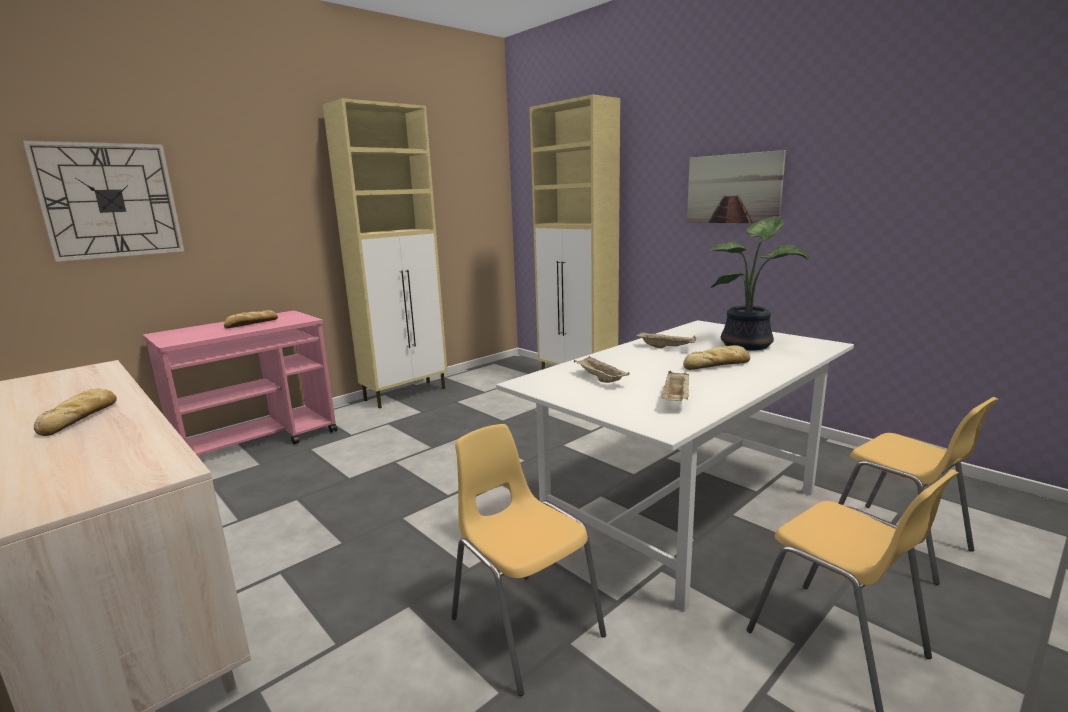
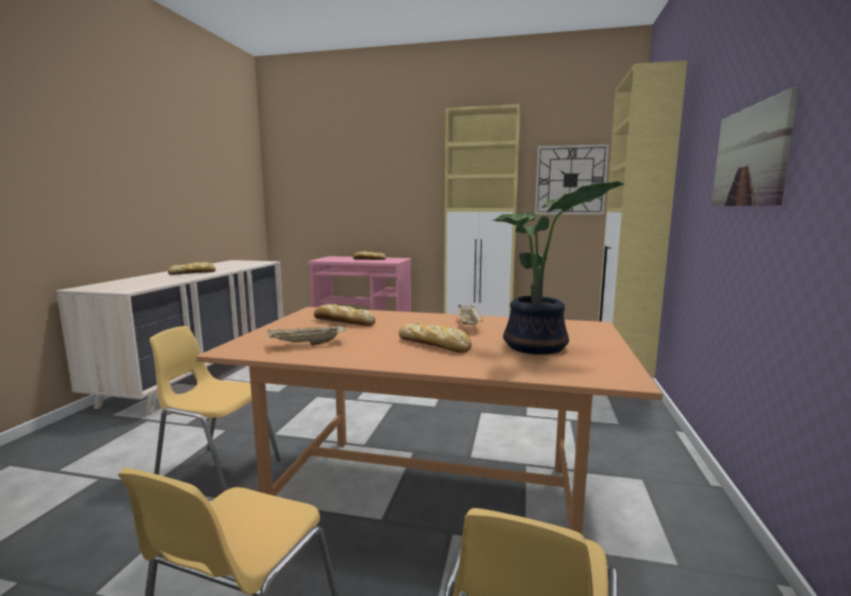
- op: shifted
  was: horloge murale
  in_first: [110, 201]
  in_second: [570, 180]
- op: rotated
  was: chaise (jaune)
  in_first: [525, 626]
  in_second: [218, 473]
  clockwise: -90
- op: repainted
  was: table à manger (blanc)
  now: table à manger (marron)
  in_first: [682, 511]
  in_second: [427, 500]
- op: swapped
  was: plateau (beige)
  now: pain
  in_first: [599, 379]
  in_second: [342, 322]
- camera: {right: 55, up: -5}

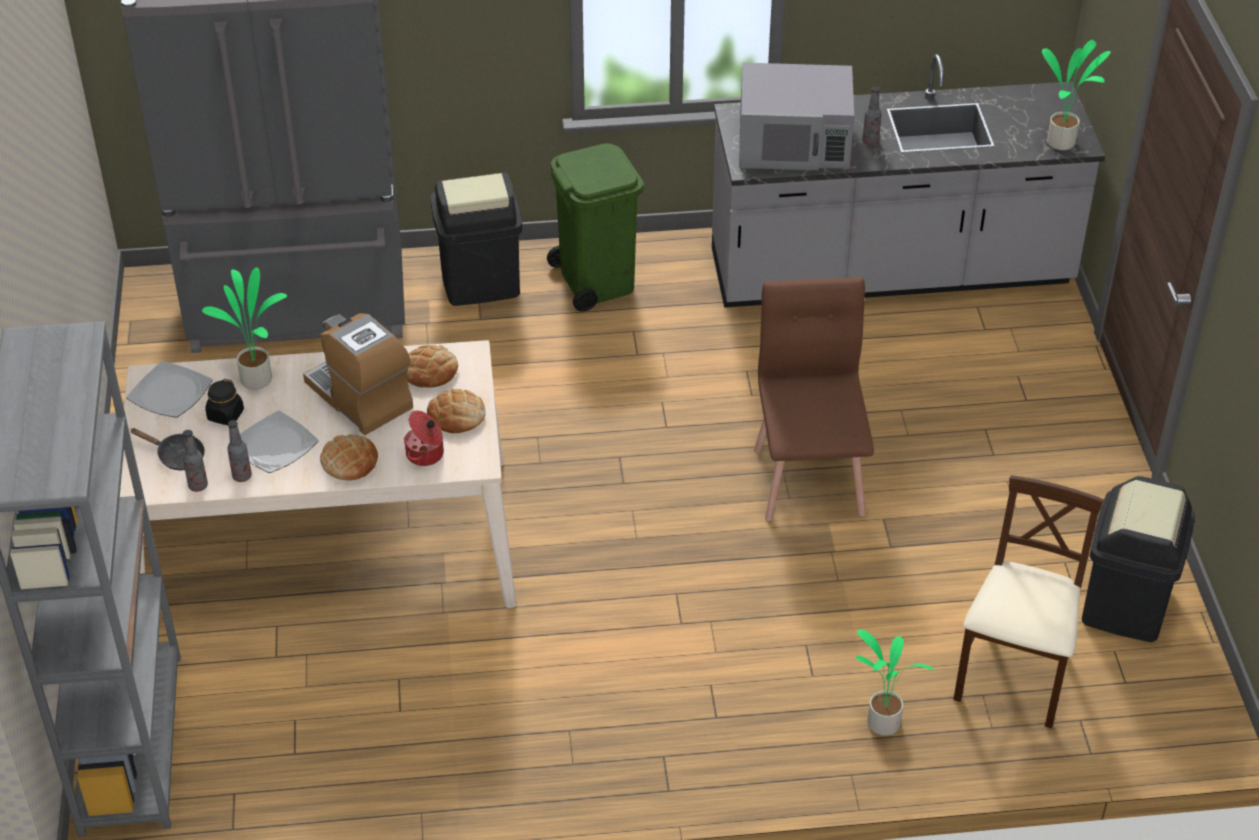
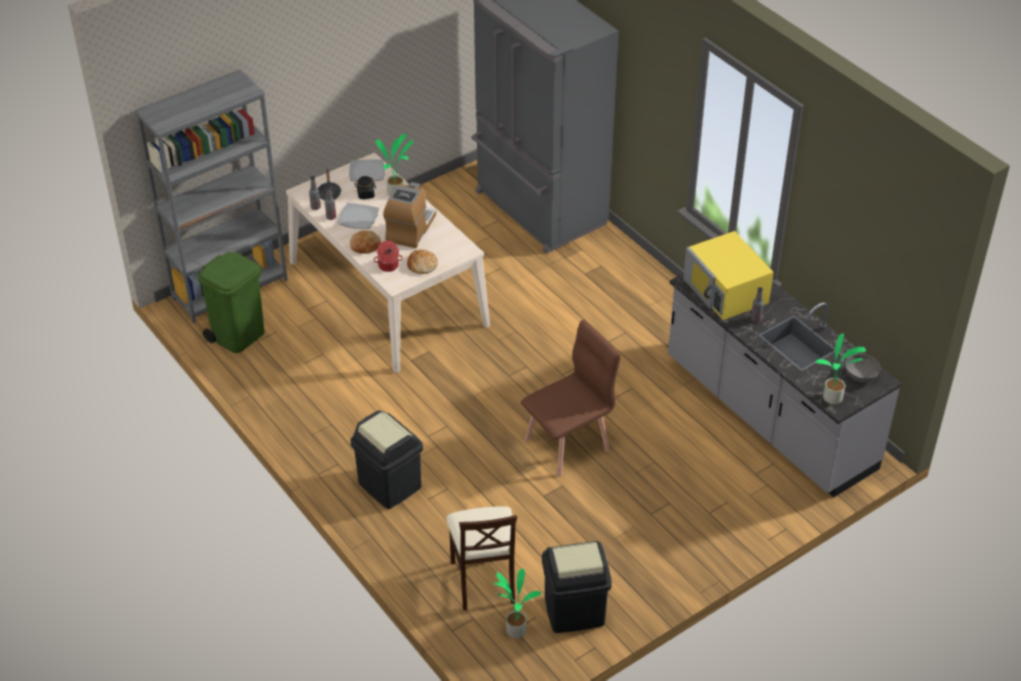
- op: gone
  was: pain
  in_first: [430, 371]
- op: shifted
  was: poubelle (noir)
  in_first: [480, 282]
  in_second: [389, 486]
- op: shifted
  was: poubelle (vert)
  in_first: [596, 280]
  in_second: [239, 335]
- op: repainted
  was: micro-ondes (gris)
  now: micro-ondes (jaune)
  in_first: [795, 142]
  in_second: [726, 291]
- op: shifted
  was: plante en pot
  in_first: [881, 723]
  in_second: [515, 629]
- op: rotated
  was: chaise (beige)
  in_first: [1014, 678]
  in_second: [484, 580]
  clockwise: 90
- op: new
  now: bol (gris)
  in_second: [860, 375]
- camera: {right: 60, up: 0}

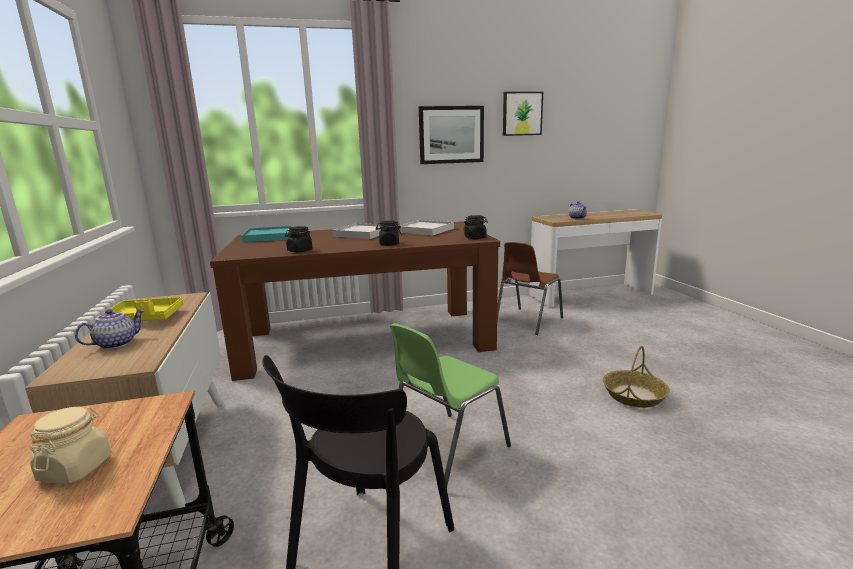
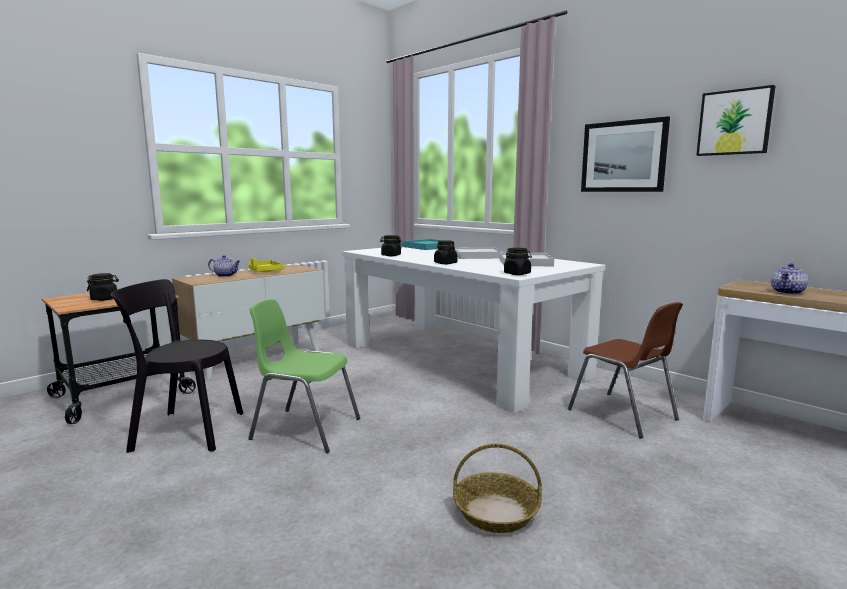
- op: repainted
  was: bocal (beige)
  now: bocal (noir)
  in_first: [76, 468]
  in_second: [104, 299]
- op: repainted
  was: table à manger (marron)
  now: table à manger (blanc)
  in_first: [366, 339]
  in_second: [459, 359]
- op: rotated
  was: chaise (marron)
  in_first: [527, 321]
  in_second: [623, 415]
  clockwise: -135
- camera: {right: 60, up: -5}

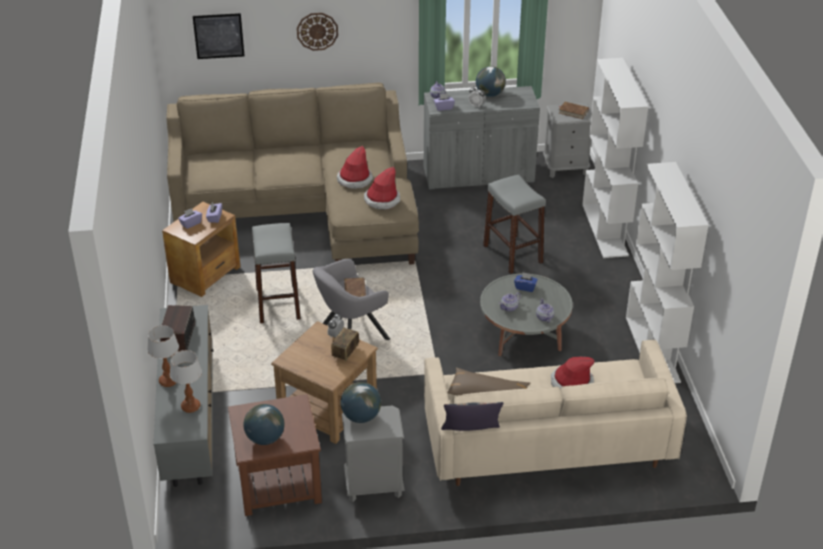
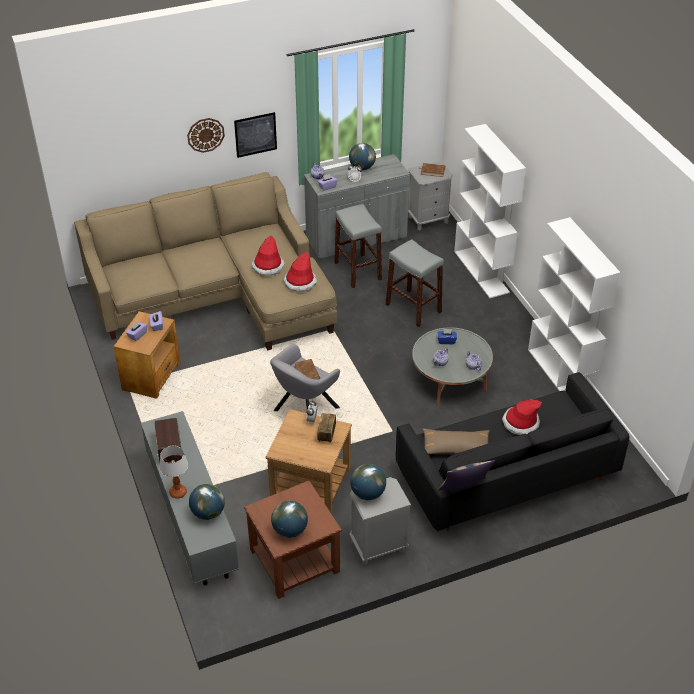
- op: swapped
  was: lampe de table
  now: globe
  in_first: [190, 407]
  in_second: [208, 513]
- op: shifted
  was: tableau
  in_first: [218, 36]
  in_second: [255, 134]
- op: shifted
  was: tabouret (gris)
  in_first: [278, 304]
  in_second: [358, 271]
- op: repainted
  was: canapé (beige)
  now: canapé (noir)
  in_first: [547, 441]
  in_second: [506, 475]
- camera: {right: -15, up: 5}

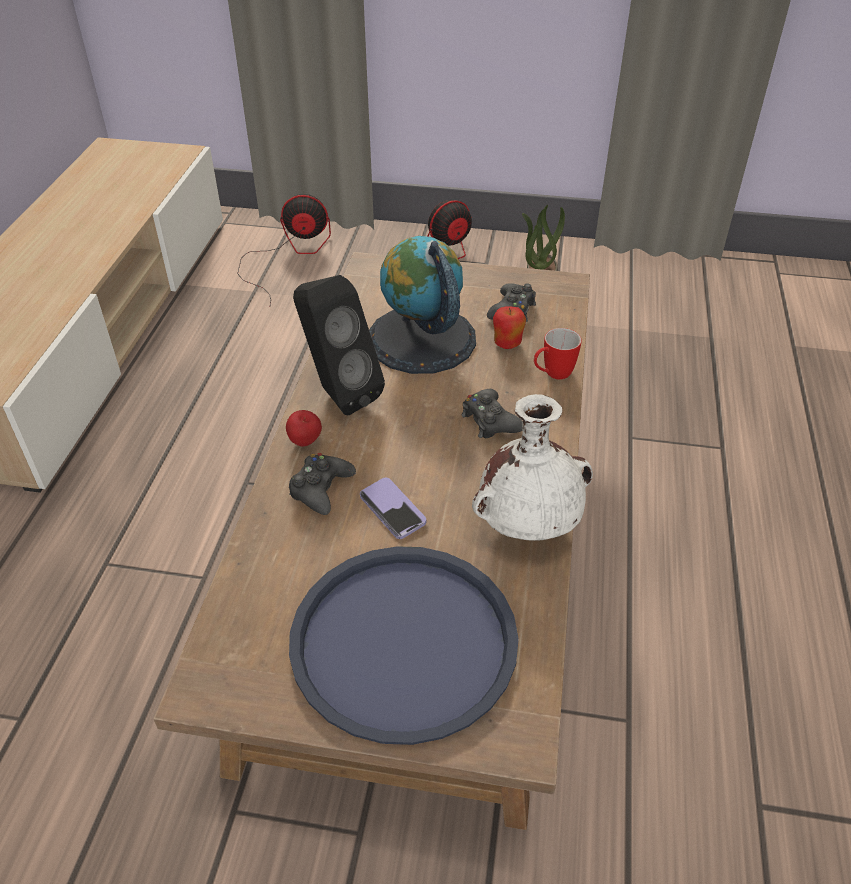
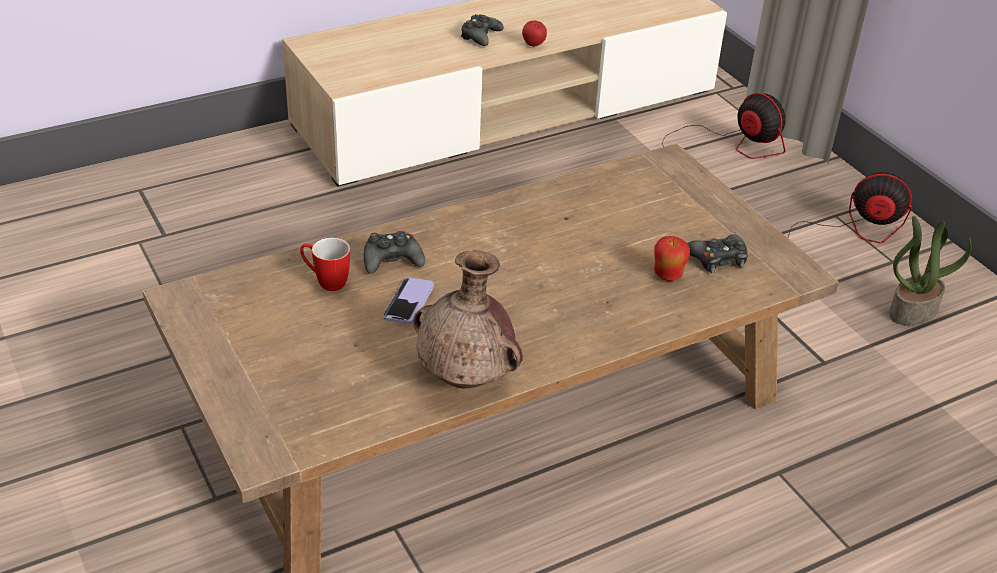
- op: shifted
  was: pomme
  in_first: [305, 442]
  in_second: [533, 45]
- op: gone
  was: plateau (bleu)
  in_first: [404, 641]
- op: gone
  was: enceinte (noir)
  in_first: [338, 394]
- op: gone
  was: globe
  in_first: [421, 339]
- op: shifted
  was: manette (noir)
  in_first: [490, 421]
  in_second: [480, 36]
- op: repainted
  was: vase (blanc)
  now: vase (marron)
  in_first: [529, 526]
  in_second: [466, 378]
- op: shifted
  was: mug
  in_first: [552, 374]
  in_second: [325, 281]
- camera: {right: 50, up: -5}

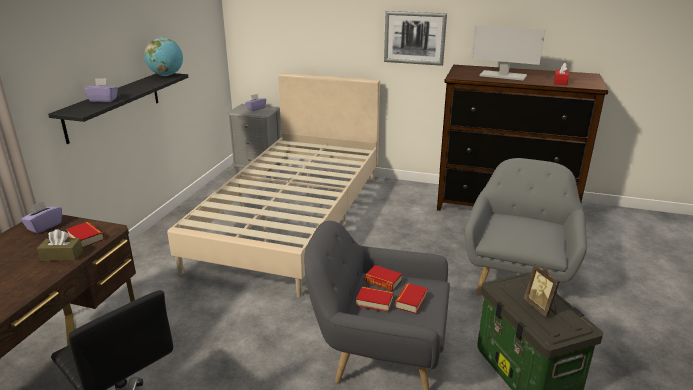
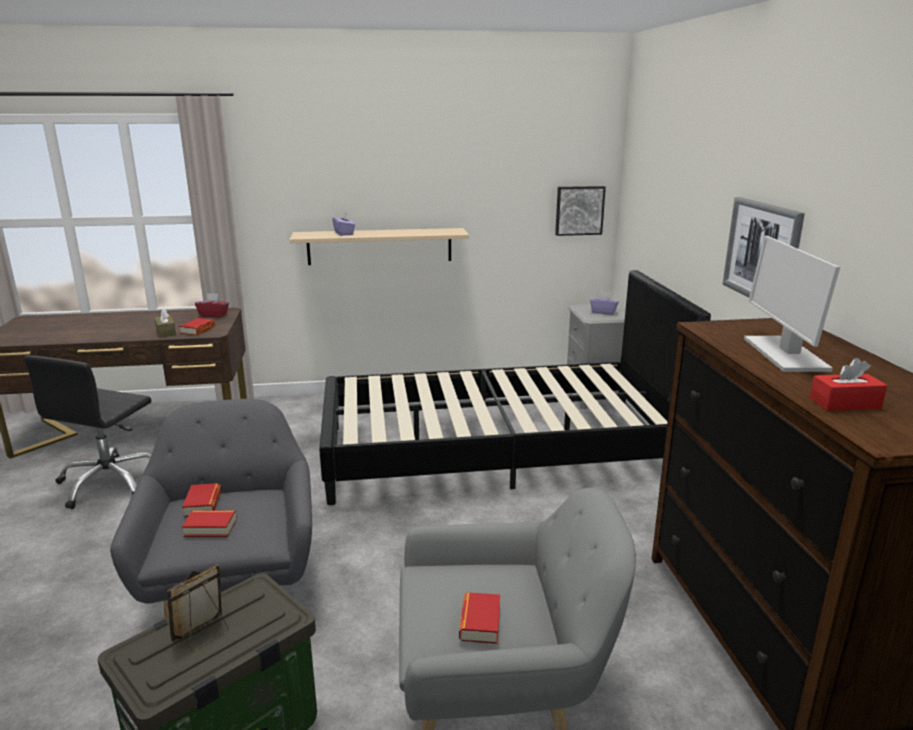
- op: repainted
  was: boîte à mouchoirs (violet)
  now: boîte à mouchoirs (rouge)
  in_first: [44, 226]
  in_second: [213, 315]
- op: repainted
  was: étagère (noir)
  now: étagère (beige)
  in_first: [114, 105]
  in_second: [380, 246]
- op: gone
  was: globe
  in_first: [166, 75]
- op: repainted
  was: lit (beige)
  now: lit (noir)
  in_first: [292, 219]
  in_second: [496, 452]
- op: shifted
  was: livre
  in_first: [383, 281]
  in_second: [480, 622]
- op: new
  now: tableau
  in_second: [579, 210]
- camera: {right: 65, up: -5}

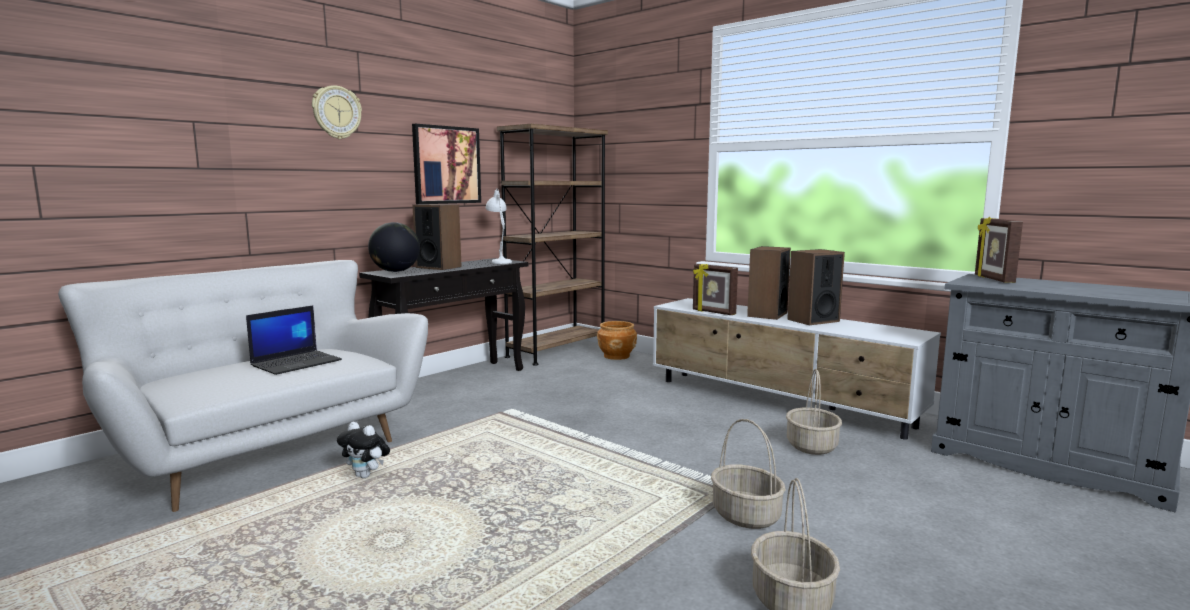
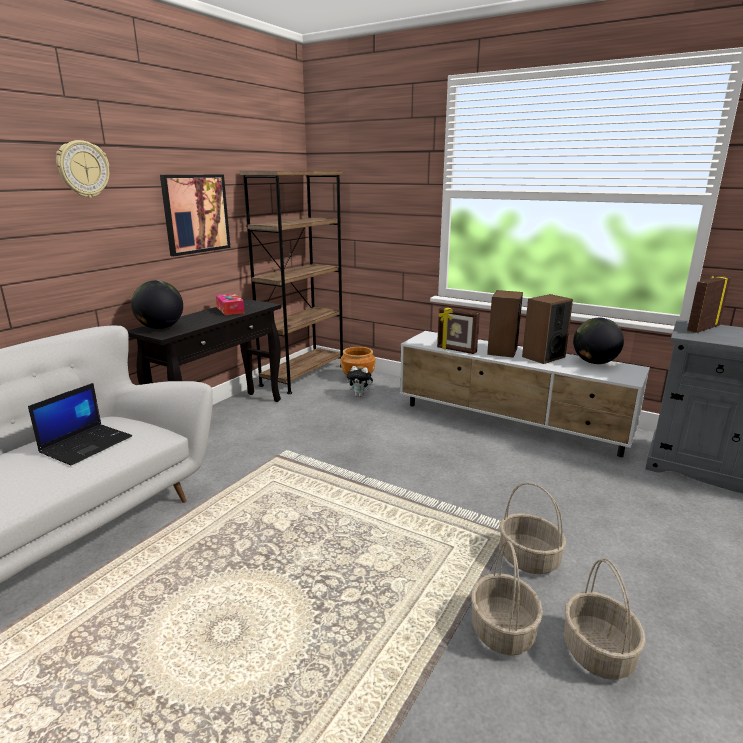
- op: shifted
  was: peluche
  in_first: [366, 476]
  in_second: [360, 395]
- op: gone
  was: enceinte
  in_first: [438, 267]
- op: gone
  was: lampe de table (blanc)
  in_first: [499, 261]
- op: shifted
  was: panier
  in_first: [811, 446]
  in_second: [502, 630]
- op: rotated
  was: cadre photo
  in_first: [993, 279]
  in_second: [702, 328]
  clockwise: 60
- op: new
  now: boîte à mouchoirs
  in_second: [230, 310]
- op: new
  now: globe
  in_second: [594, 362]
- camera: {right: -10, up: 10}

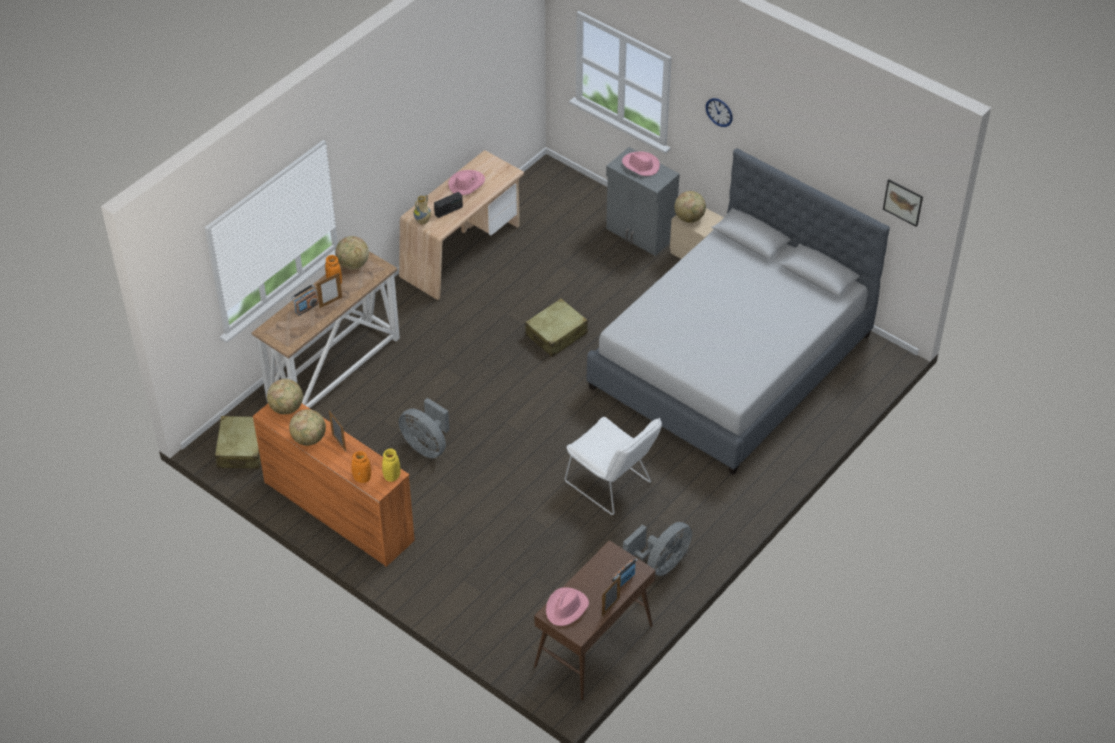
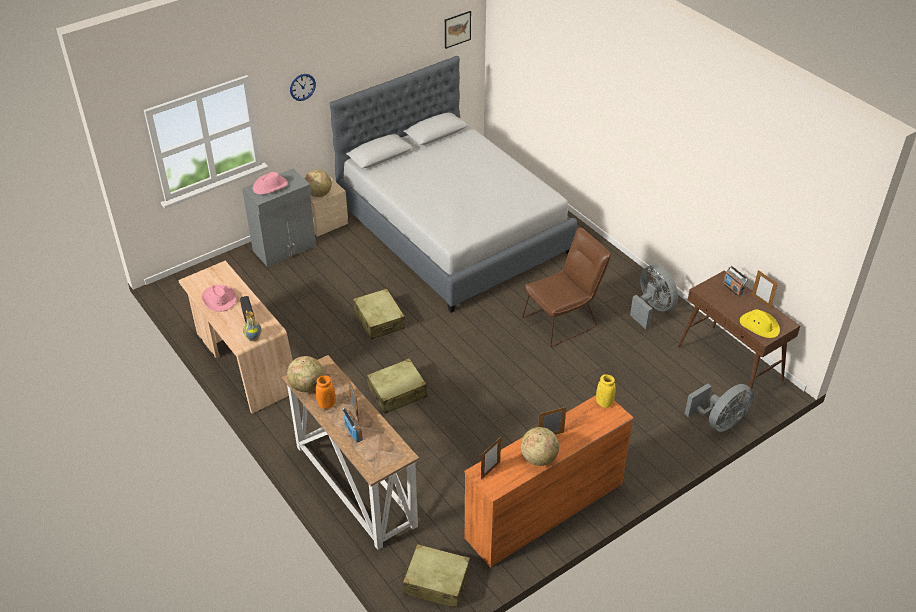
- op: swapped
  was: globe
  now: cadre photo
  in_first: [287, 408]
  in_second: [490, 470]
- op: gone
  was: vase (orange)
  in_first: [362, 478]
- op: shifted
  was: ventilateur (gris)
  in_first: [426, 446]
  in_second: [719, 422]
- op: repainted
  was: chapeau (rose)
  now: chapeau (jaune)
  in_first: [566, 608]
  in_second: [759, 326]
- op: repainted
  was: chaise (blanc)
  now: chaise (marron)
  in_first: [612, 485]
  in_second: [563, 320]
- op: new
  now: valise (beige)
  in_second: [397, 392]
- camera: {right: -75, up: -5}

